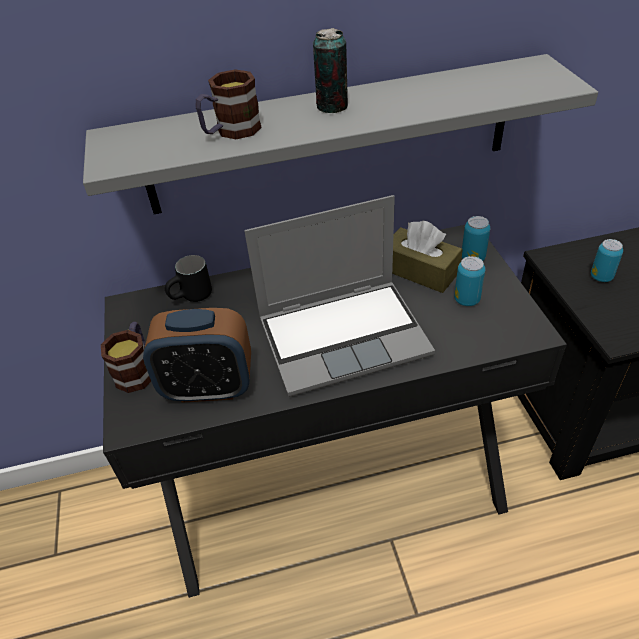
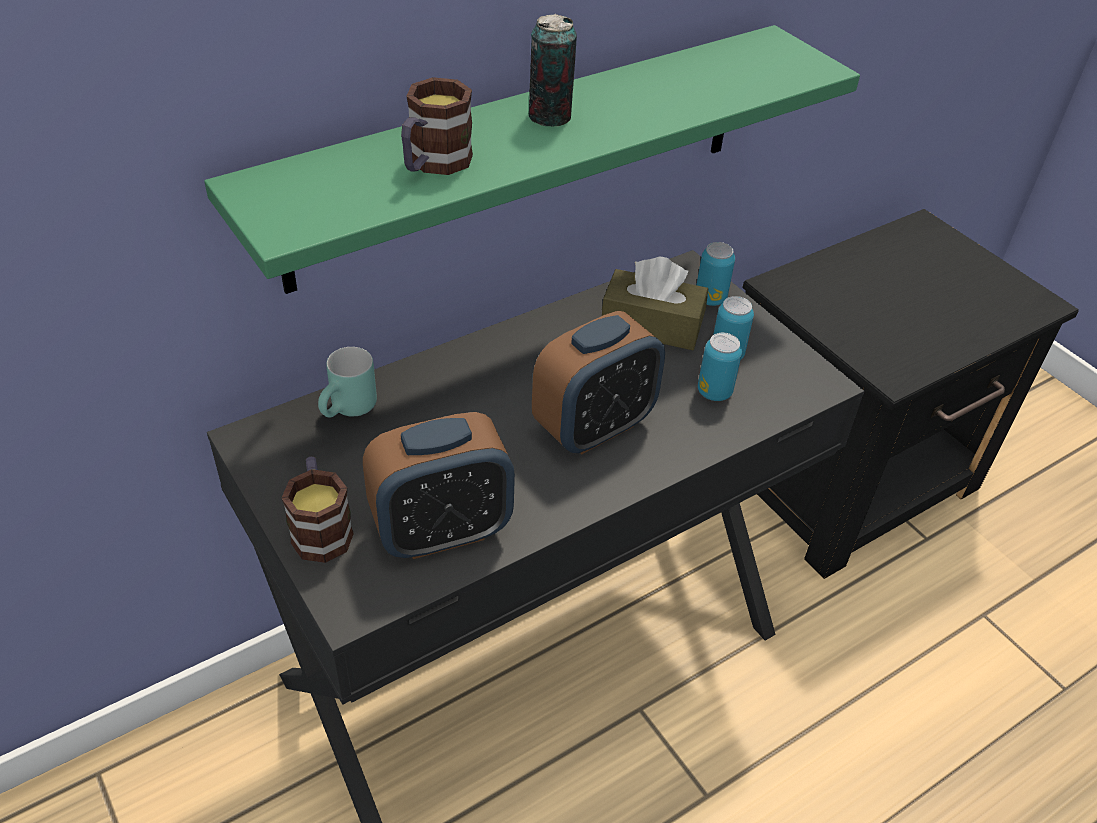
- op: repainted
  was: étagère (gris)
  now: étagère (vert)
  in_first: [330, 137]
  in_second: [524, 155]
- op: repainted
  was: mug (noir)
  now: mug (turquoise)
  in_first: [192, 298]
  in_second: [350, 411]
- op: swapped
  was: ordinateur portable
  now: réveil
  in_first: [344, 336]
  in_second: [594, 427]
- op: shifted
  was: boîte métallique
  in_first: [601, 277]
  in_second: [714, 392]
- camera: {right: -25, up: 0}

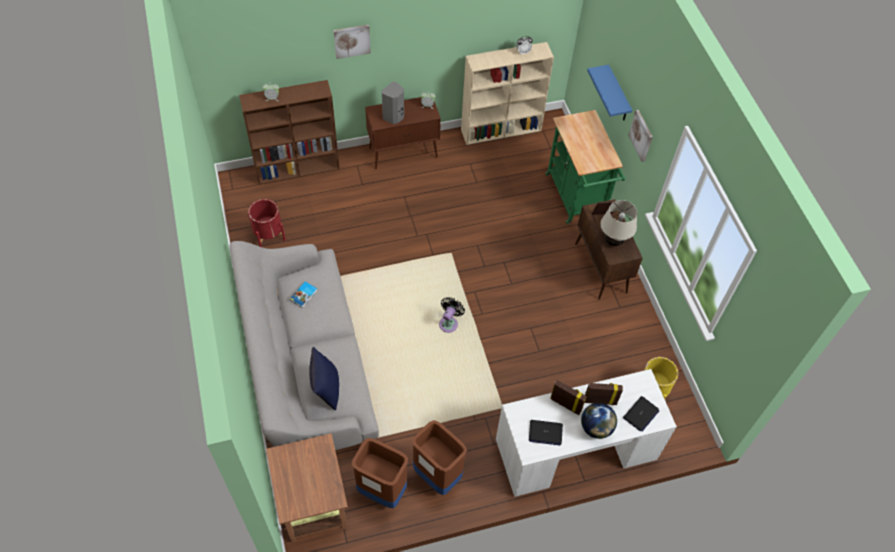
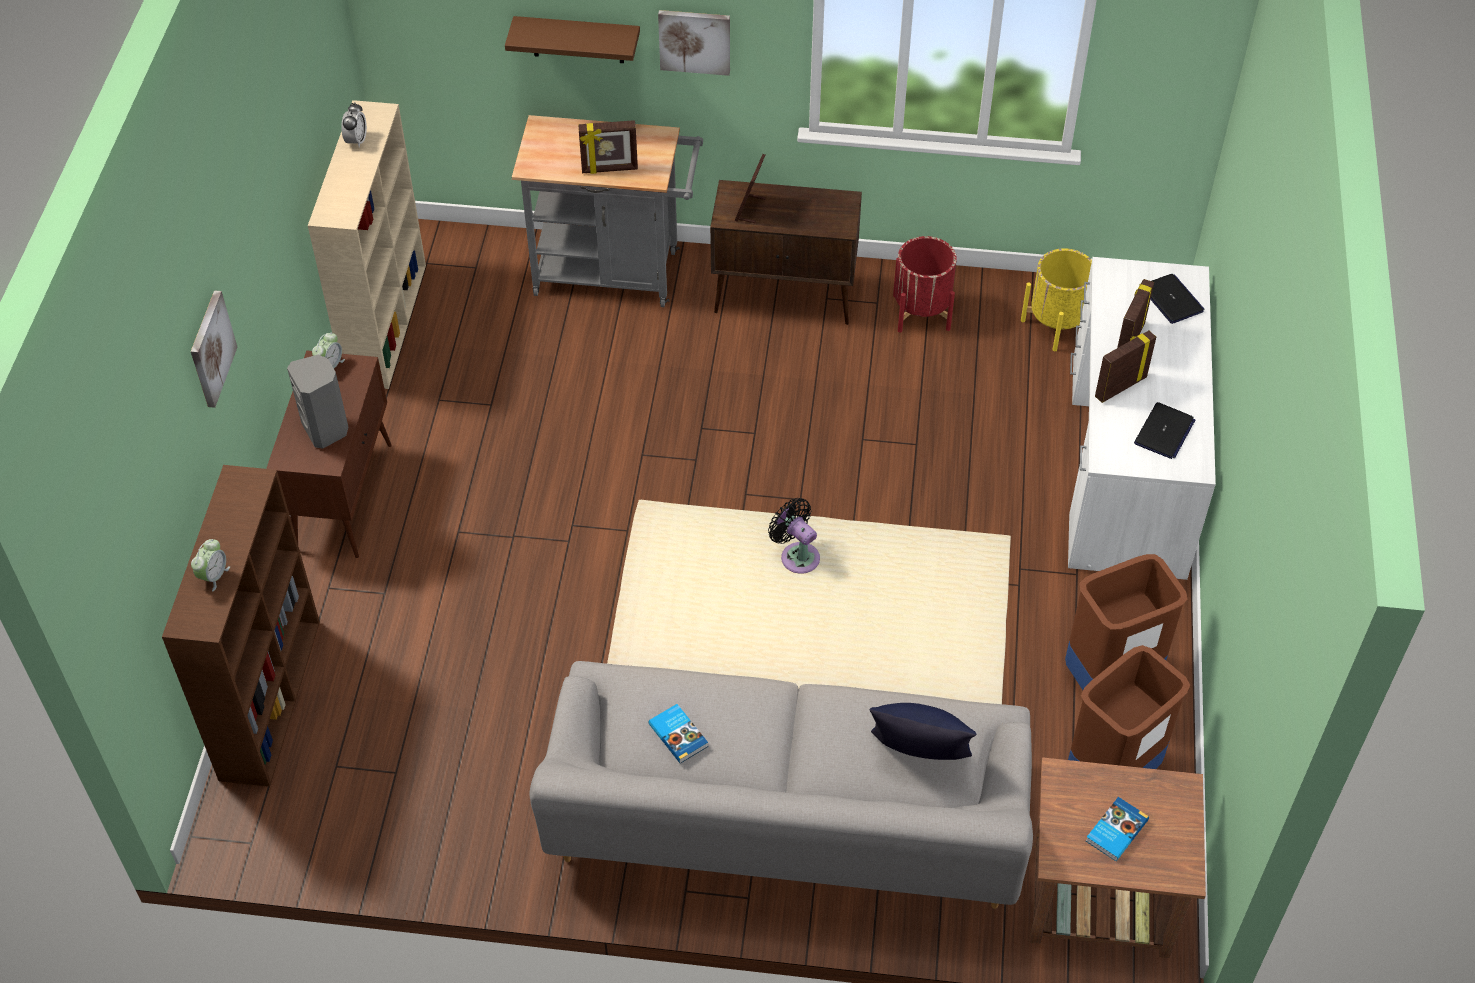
- op: shifted
  was: cache-pot (rouge)
  in_first: [268, 234]
  in_second: [921, 312]
- op: repainted
  was: chariot (vert)
  now: chariot (gris)
  in_first: [577, 198]
  in_second: [616, 273]
- op: gone
  was: globe
  in_first: [596, 428]
- op: repainted
  was: étagère (bleu)
  now: étagère (marron)
  in_first: [618, 95]
  in_second: [577, 39]
- op: gone
  was: lampe de table (beige)
  in_first: [613, 241]
- op: new
  now: cadre photo
  in_second: [609, 169]
- op: new
  now: livre
  in_second: [1115, 830]
- camera: {right: -65, up: -5}

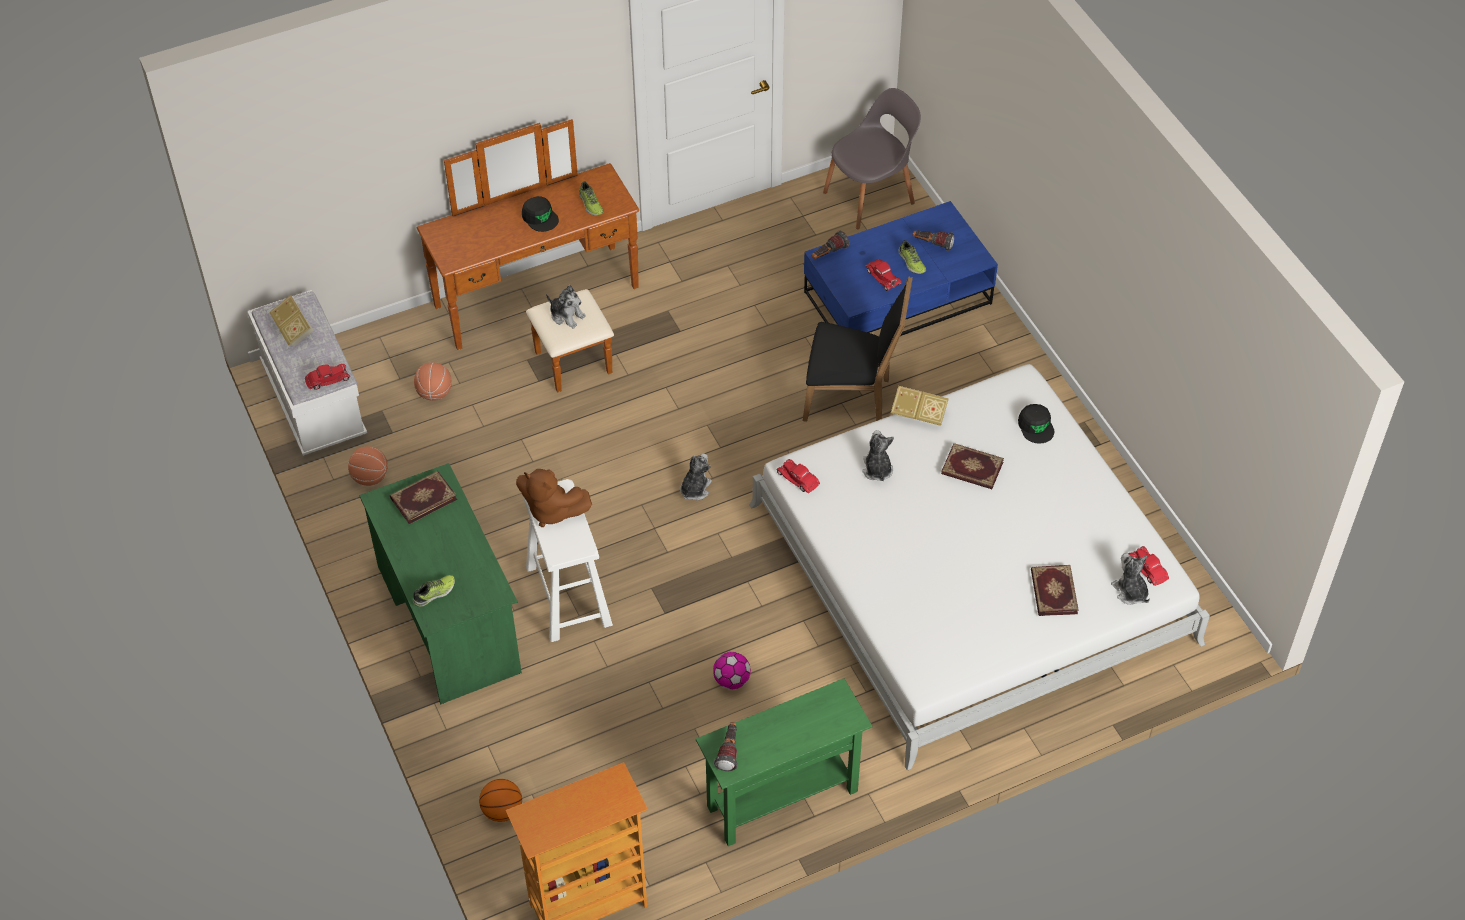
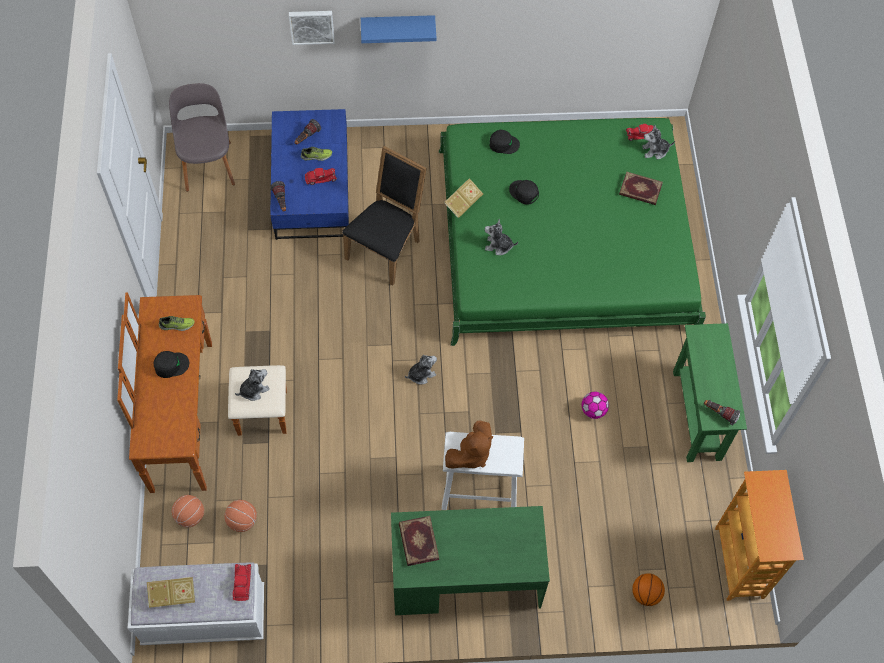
- op: shifted
  was: ballon de basket
  in_first: [370, 477]
  in_second: [190, 516]
- op: gone
  was: chaussure
  in_first: [435, 593]
- op: rotated
  was: peluche
  in_first: [695, 489]
  in_second: [421, 374]
  clockwise: 105
- op: repainted
  was: lit (blanc)
  now: lit (vert)
  in_first: [971, 572]
  in_second: [564, 239]
- op: gone
  was: petite voiture (rouge)
  in_first: [798, 478]
- op: swapped
  was: livre
  now: casquette (noir)
  in_first: [972, 469]
  in_second: [524, 192]
- op: new
  now: tableau
  in_second: [311, 26]
- op: new
  now: étagère (bleu)
  in_second: [398, 26]
- camera: {right: -70, up: 10}

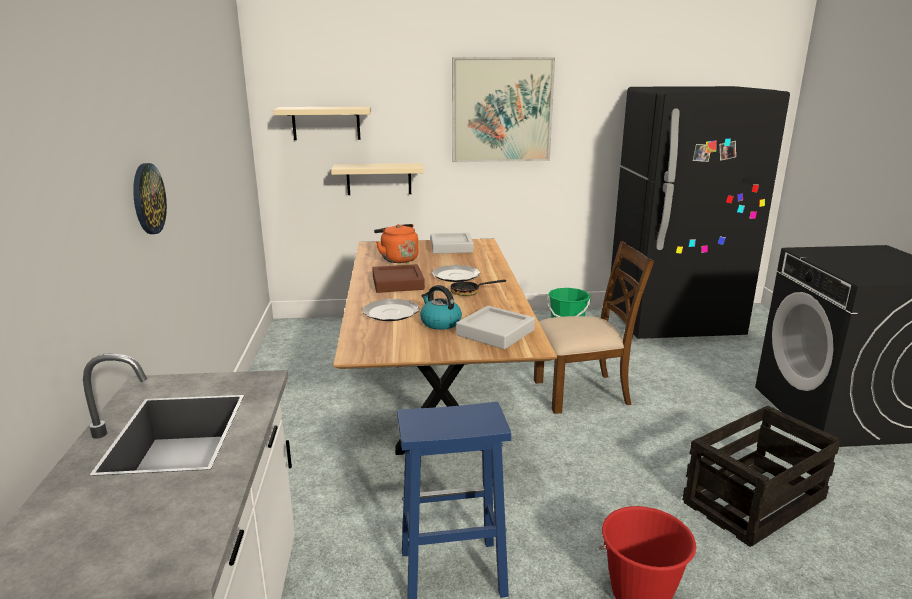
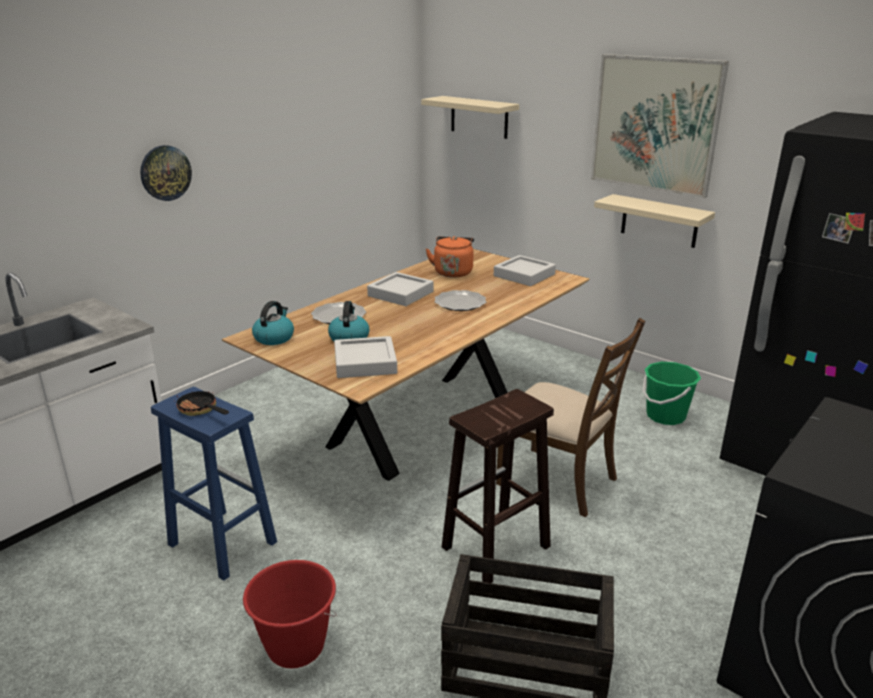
- op: shifted
  was: étagère (beige)
  in_first: [379, 179]
  in_second: [659, 221]
- op: repainted
  was: plateau (marron)
  now: plateau (gris)
  in_first: [398, 283]
  in_second: [400, 294]
- op: shifted
  was: poêle
  in_first: [469, 292]
  in_second: [200, 410]
- op: new
  now: bouilloire
  in_second: [274, 338]
- op: new
  now: tabouret (marron)
  in_second: [495, 548]
- camera: {right: 45, up: 5}

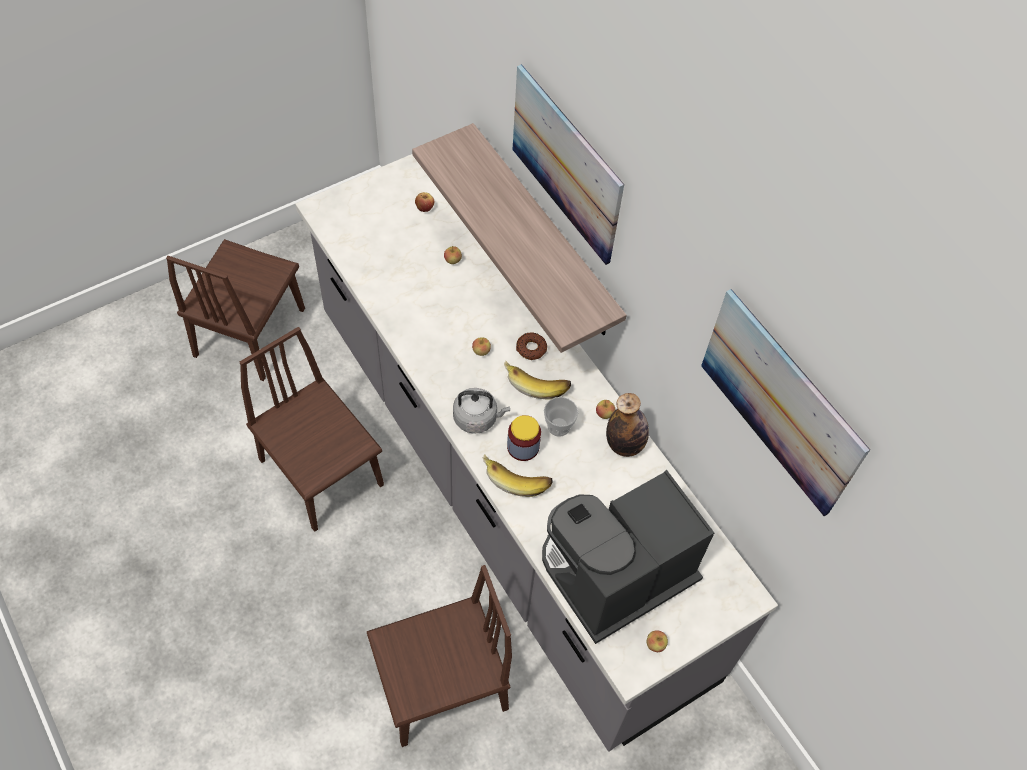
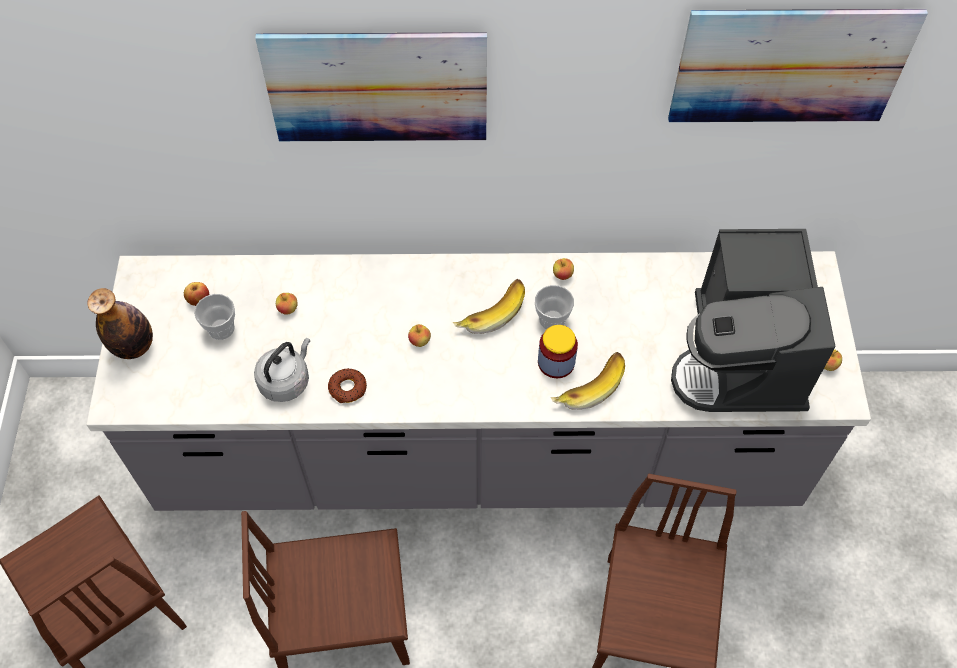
- op: gone
  was: étagère
  in_first: [544, 234]
- op: shifted
  was: bouilloire (gris)
  in_first: [477, 418]
  in_second: [286, 381]
- op: shifted
  was: beignet
  in_first: [531, 348]
  in_second: [348, 388]
- op: shifted
  was: bouteille
  in_first: [624, 444]
  in_second: [133, 346]
- op: new
  now: tasse
  in_second: [221, 328]
- camera: {right: -55, up: 0}

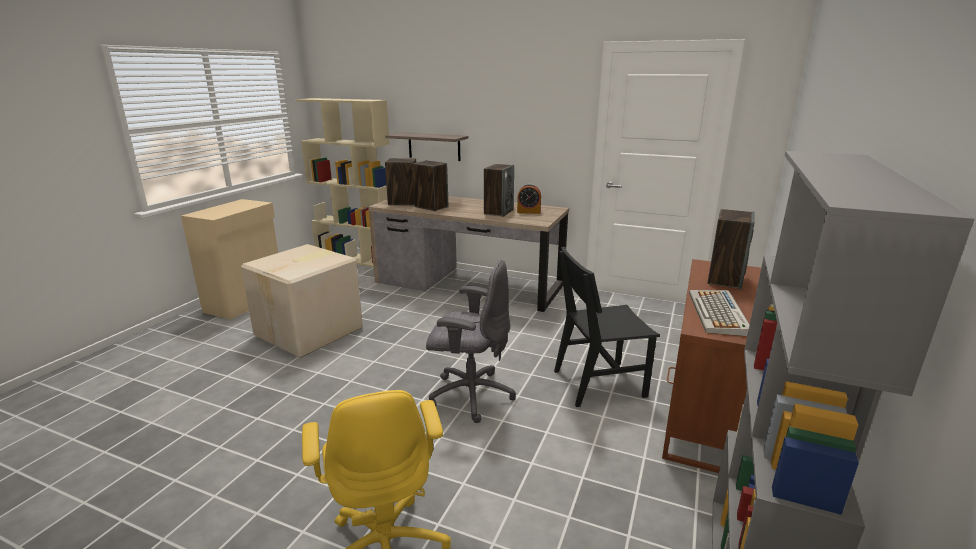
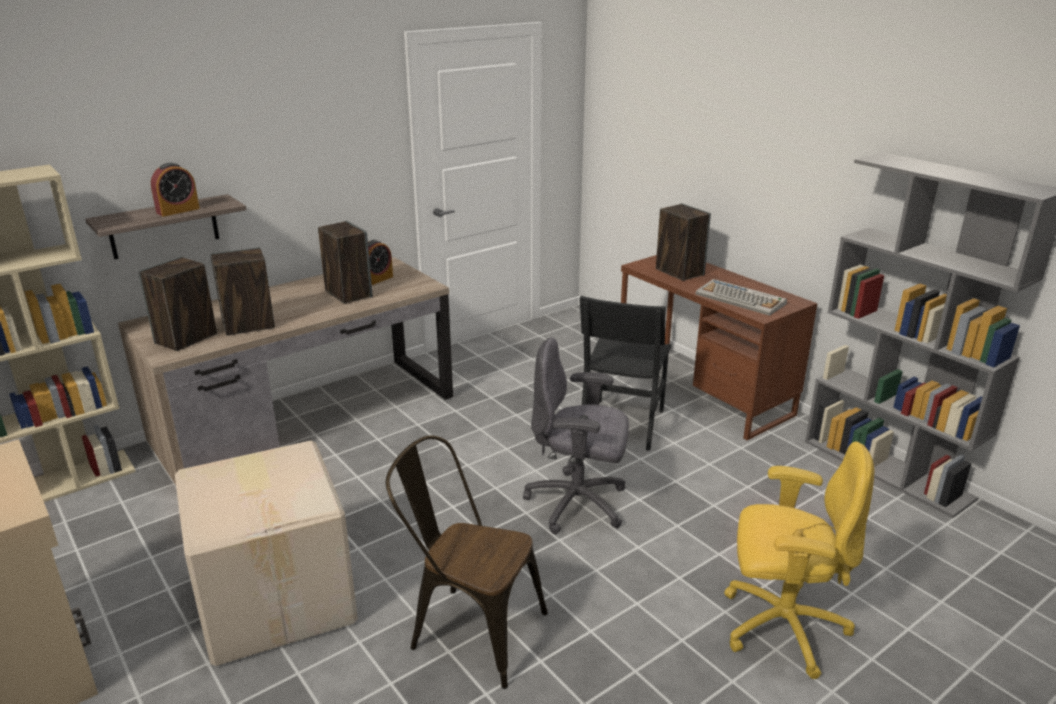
- op: rotated
  was: chaise de bureau (gris)
  in_first: [470, 395]
  in_second: [578, 504]
  clockwise: -120
- op: new
  now: réveil
  in_second: [178, 210]
- op: new
  now: chaise (marron)
  in_second: [468, 629]
- camera: {right: -60, up: 5}

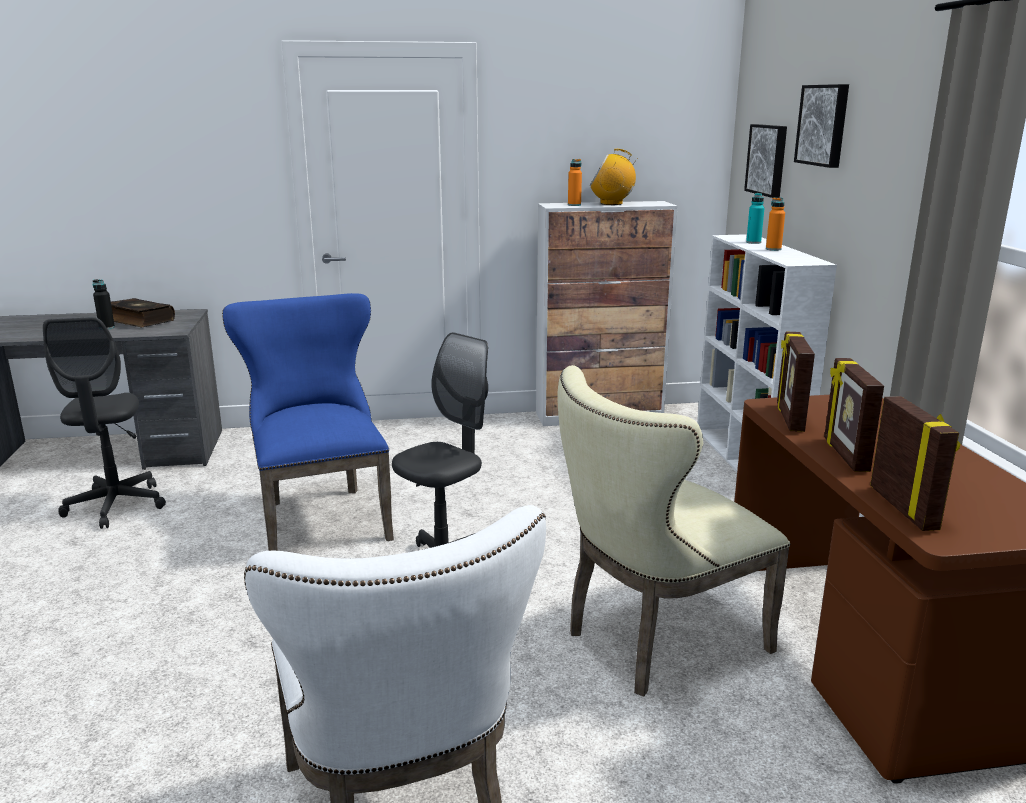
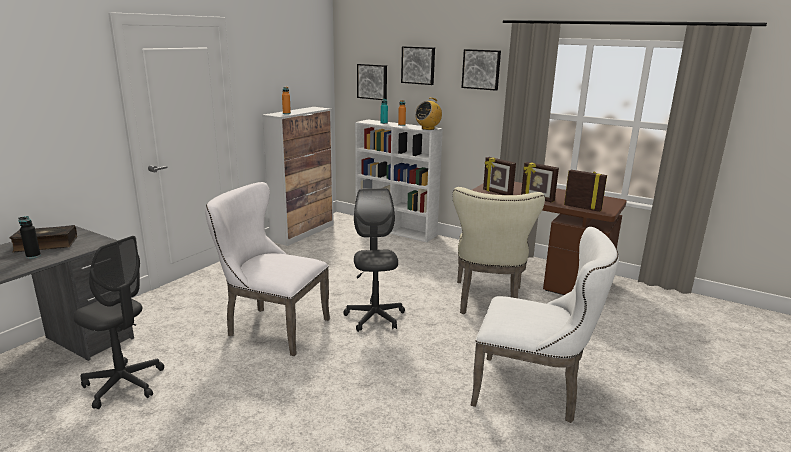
- op: repainted
  was: chaise (bleu)
  now: chaise (blanc)
  in_first: [321, 517]
  in_second: [272, 327]
- op: shifted
  was: radio
  in_first: [611, 203]
  in_second: [428, 128]
- op: new
  now: tableau
  in_second: [481, 69]
- camera: {right: -50, up: 0}

